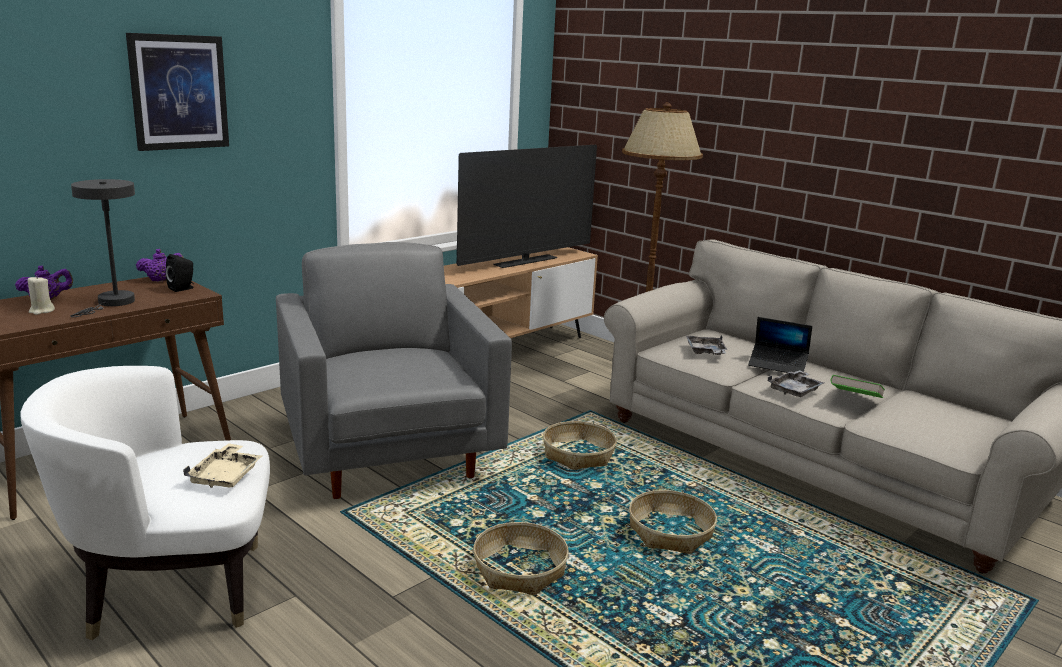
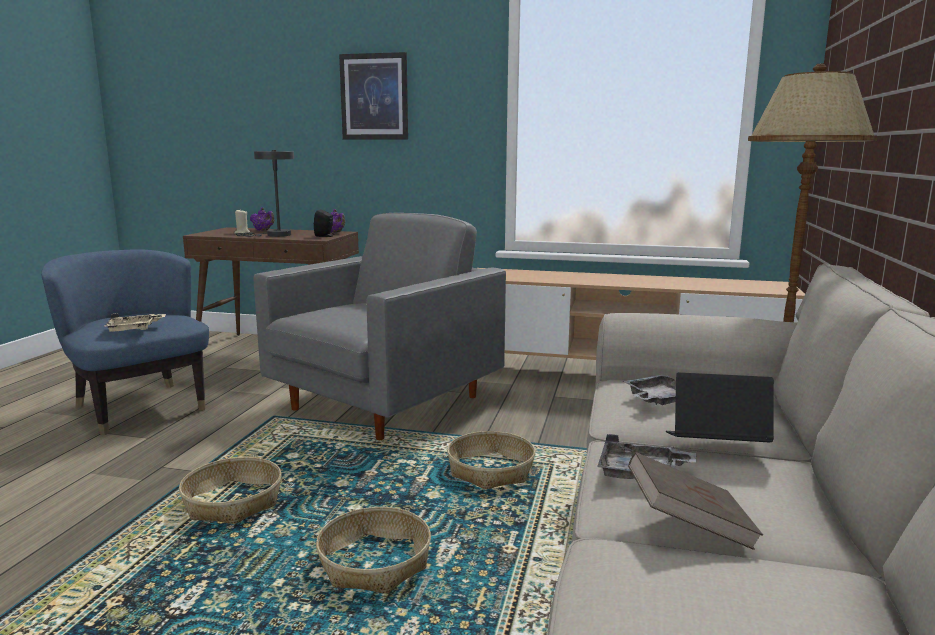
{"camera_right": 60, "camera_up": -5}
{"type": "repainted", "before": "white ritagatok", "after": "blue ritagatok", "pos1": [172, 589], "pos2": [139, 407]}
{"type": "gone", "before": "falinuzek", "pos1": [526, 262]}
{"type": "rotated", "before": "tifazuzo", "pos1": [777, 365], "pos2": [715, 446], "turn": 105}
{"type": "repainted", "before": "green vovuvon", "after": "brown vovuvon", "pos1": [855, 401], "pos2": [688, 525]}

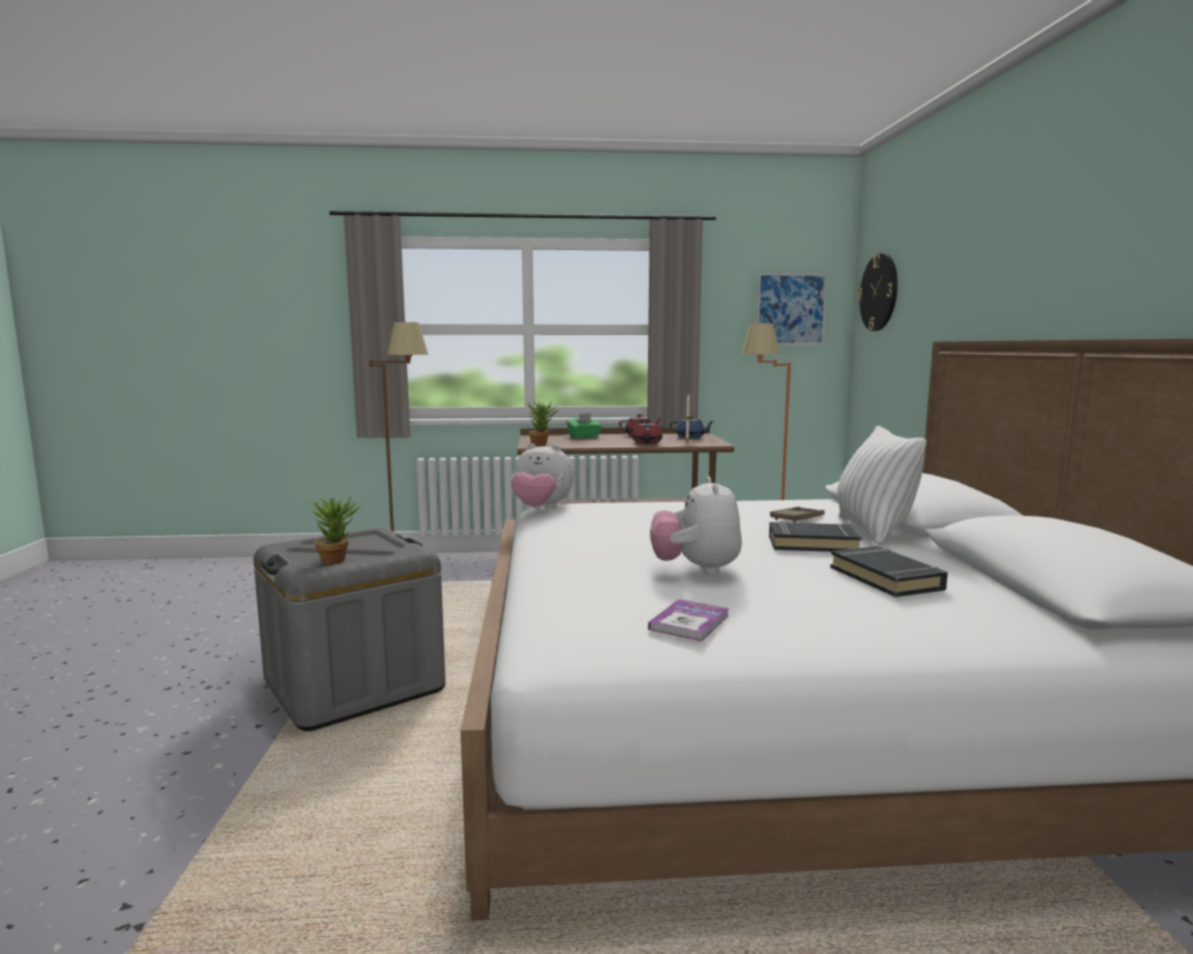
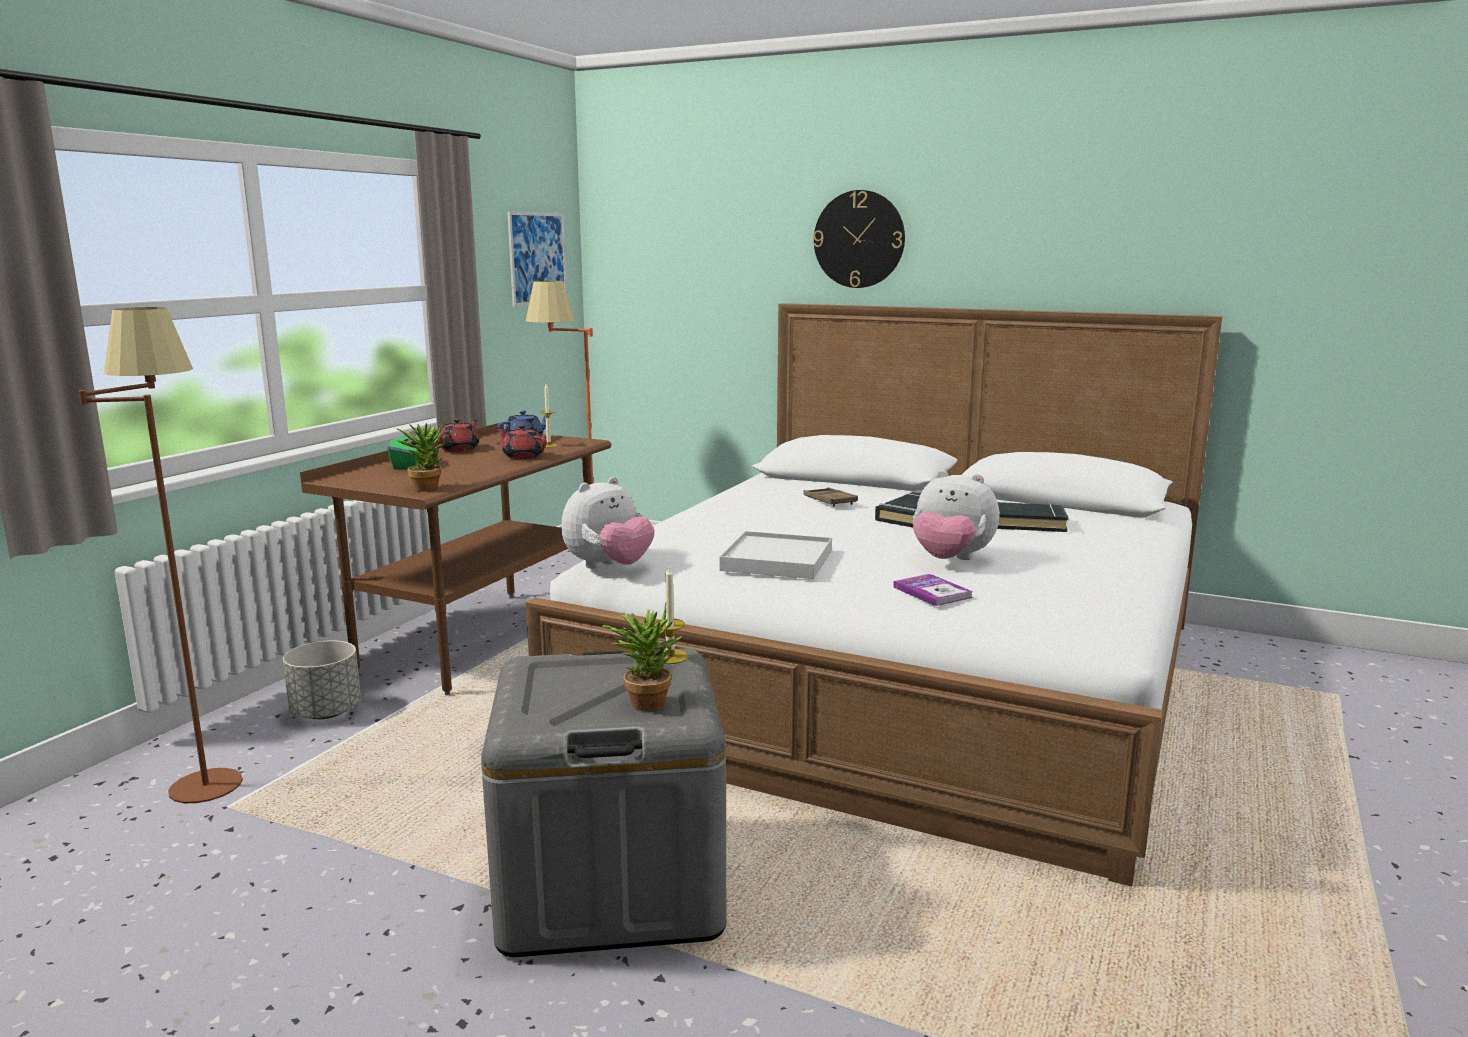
{"camera_right": -60, "camera_up": 5}
{"type": "shifted", "before": "vovuvon", "pos1": [689, 622], "pos2": [932, 592]}
{"type": "gone", "before": "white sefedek", "pos1": [873, 530]}
{"type": "shifted", "before": "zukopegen", "pos1": [879, 292], "pos2": [859, 239]}
{"type": "new", "after": "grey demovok", "pos2": [327, 712]}
{"type": "new", "after": "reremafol", "pos2": [670, 657]}
{"type": "new", "after": "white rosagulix", "pos2": [777, 561]}

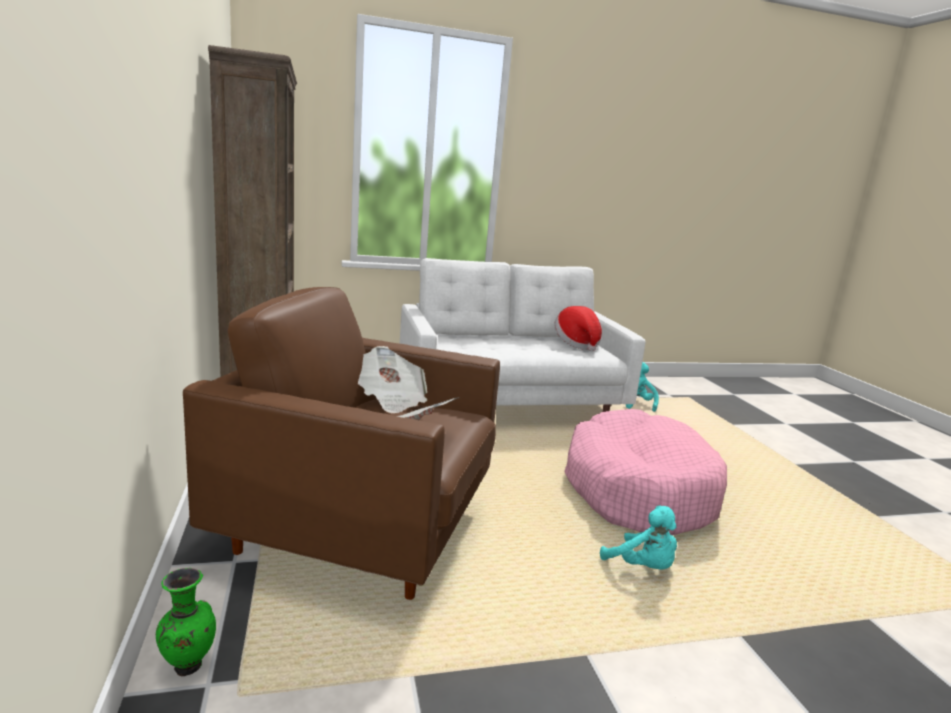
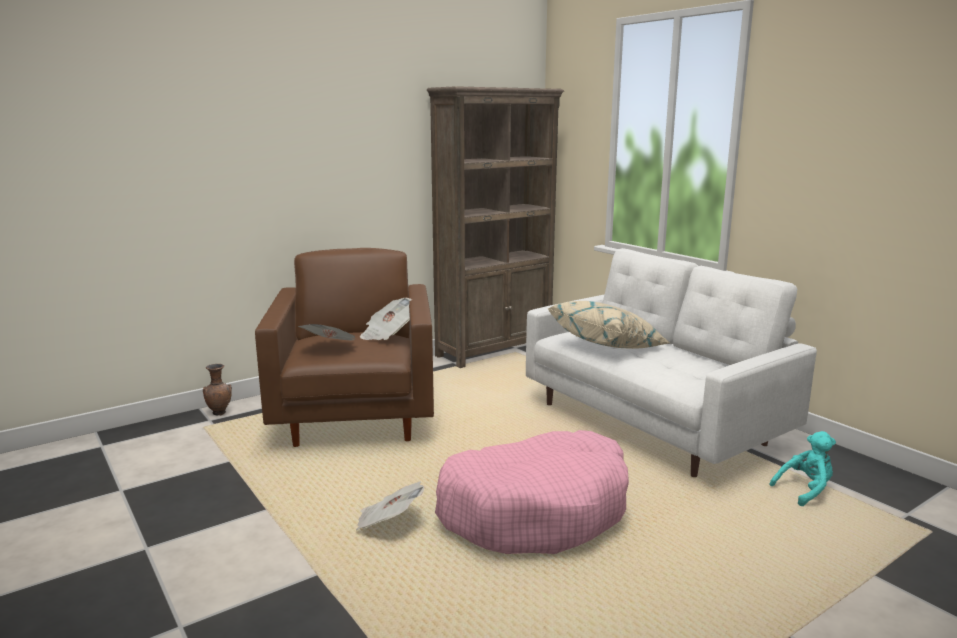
{"camera_right": 70, "camera_up": 0}
{"type": "repainted", "before": "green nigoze", "after": "brown nigoze", "pos1": [187, 665], "pos2": [220, 413]}
{"type": "gone", "before": "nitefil", "pos1": [576, 344]}
{"type": "swapped", "before": "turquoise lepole", "after": "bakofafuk", "pos1": [642, 567], "pos2": [388, 522]}
{"type": "new", "after": "beige sefedek", "pos2": [608, 346]}

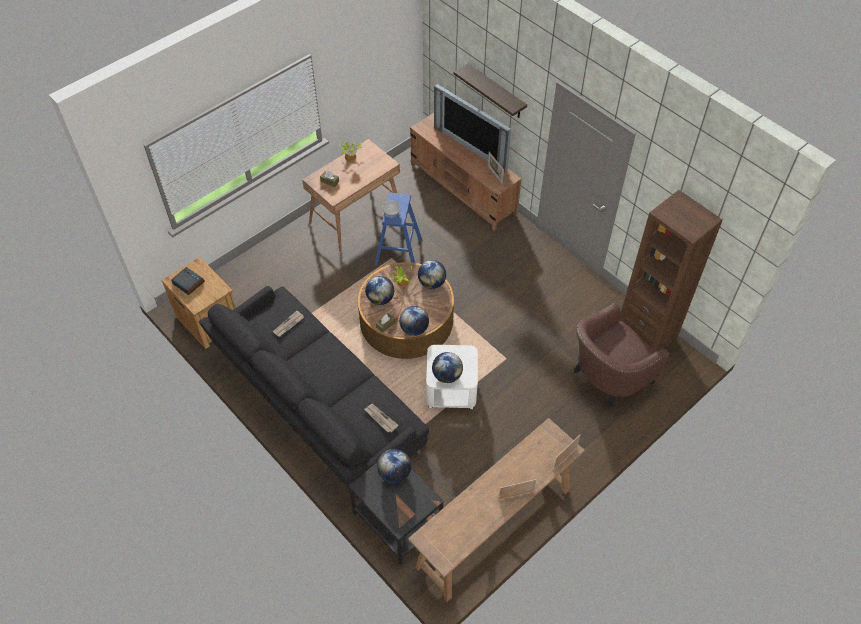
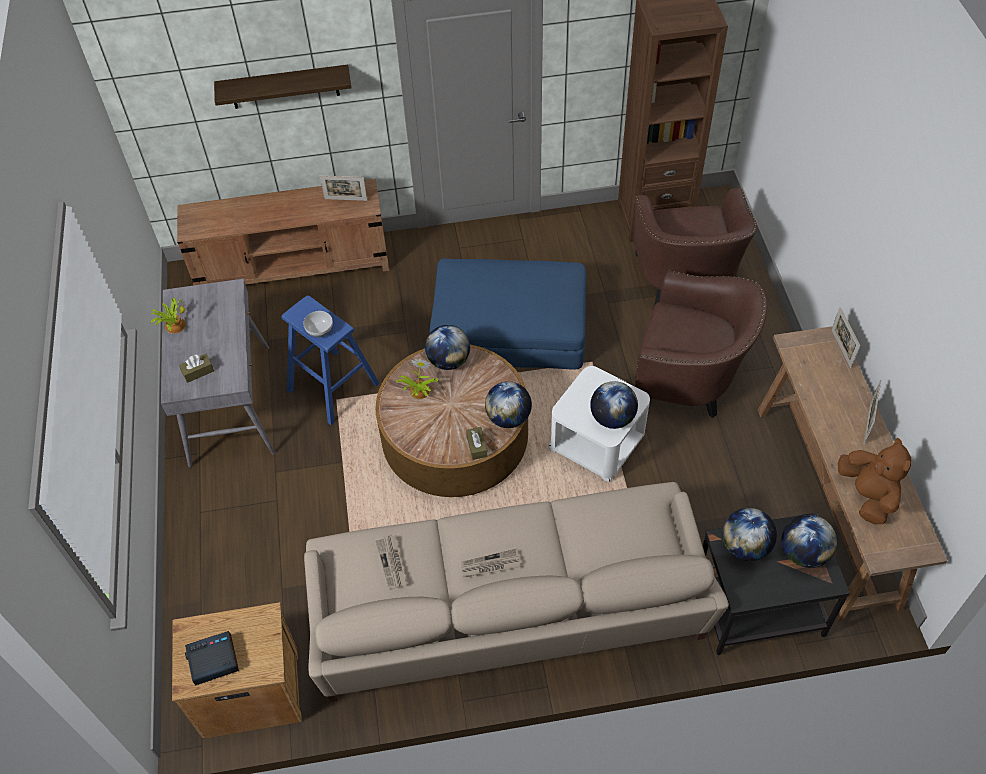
{"camera_right": -55, "camera_up": 0}
{"type": "repainted", "before": "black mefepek", "after": "beige mefepek", "pos1": [317, 402], "pos2": [508, 611]}
{"type": "repainted", "before": "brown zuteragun", "after": "grey zuteragun", "pos1": [356, 217], "pos2": [229, 404]}
{"type": "shifted", "before": "bakofafuk", "pos1": [380, 418], "pos2": [491, 565]}
{"type": "shifted", "before": "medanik", "pos1": [380, 299], "pos2": [803, 553]}
{"type": "gone", "before": "falinuzek", "pos1": [472, 146]}
{"type": "new", "after": "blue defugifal", "pos2": [509, 326]}
{"type": "new", "after": "brown ritagatok", "pos2": [690, 379]}
{"type": "new", "after": "brown lepole", "pos2": [867, 495]}

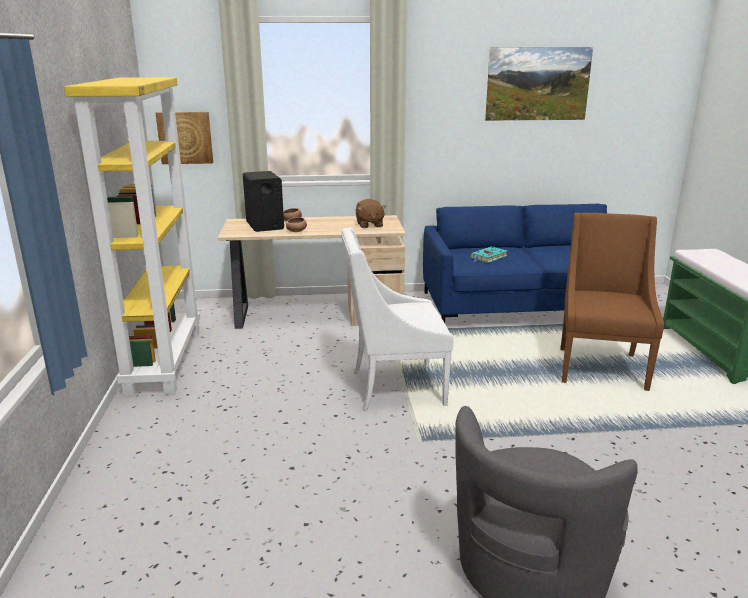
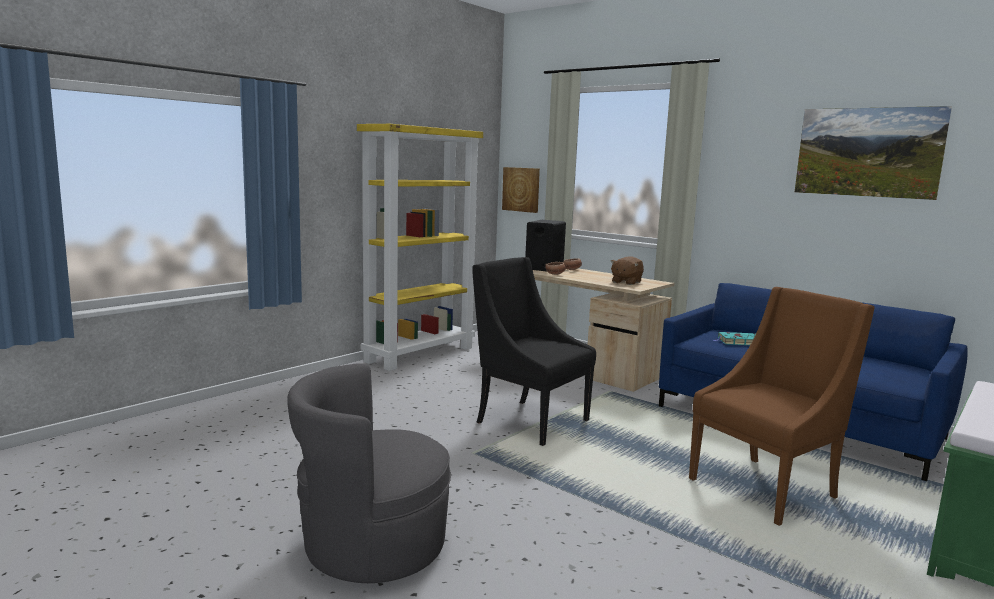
{"camera_right": 45, "camera_up": -10}
{"type": "repainted", "before": "white ritagatok", "after": "black ritagatok", "pos1": [394, 387], "pos2": [529, 420]}

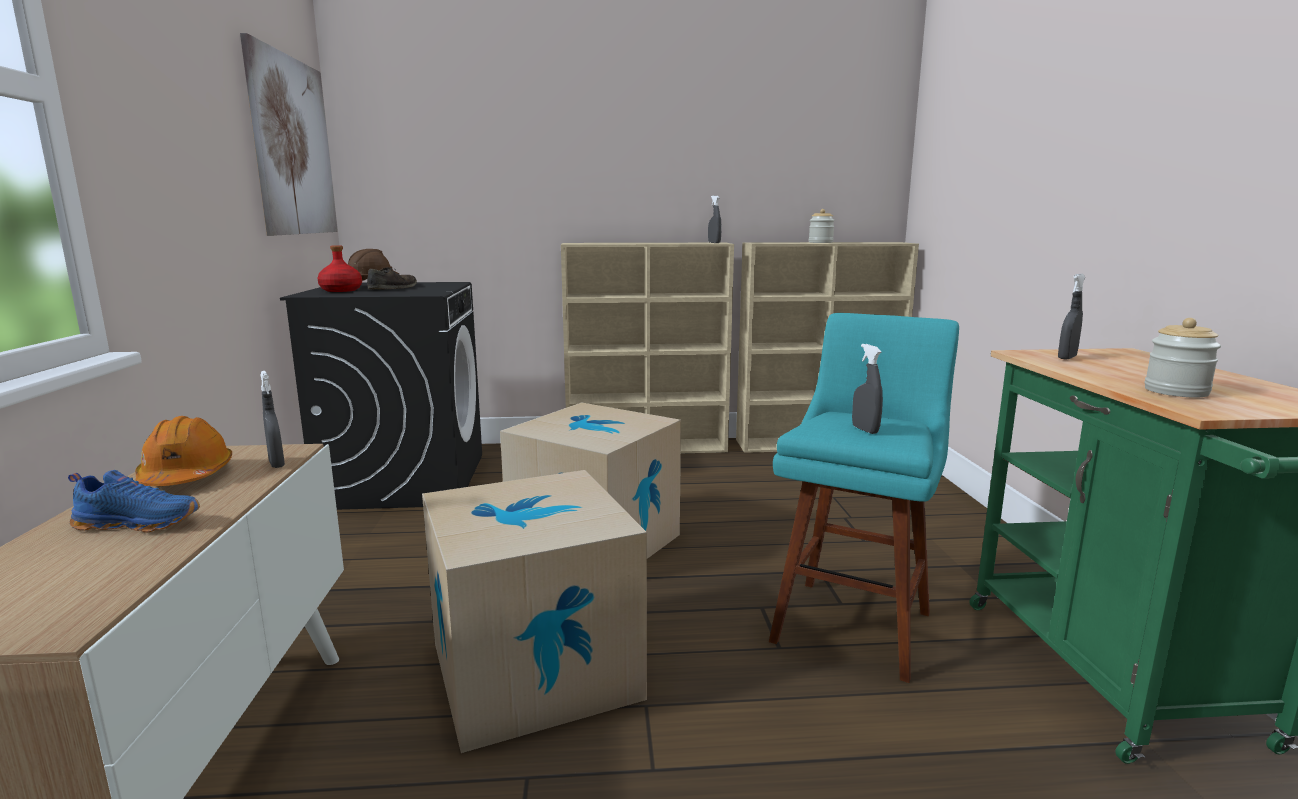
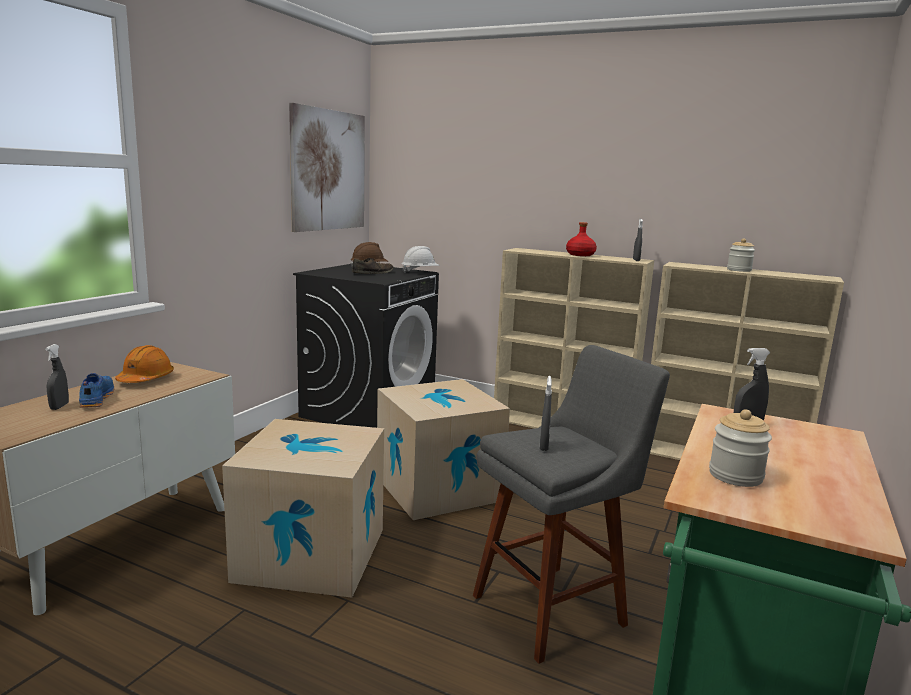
{"camera_right": 30, "camera_up": 0}
{"type": "rotated", "before": "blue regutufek", "pos1": [140, 523], "pos2": [95, 399], "turn": -135}
{"type": "shifted", "before": "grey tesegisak", "pos1": [276, 464], "pos2": [59, 406]}
{"type": "shifted", "before": "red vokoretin", "pos1": [341, 290], "pos2": [580, 255]}
{"type": "repainted", "before": "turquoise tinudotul", "after": "grey tinudotul", "pos1": [854, 622], "pos2": [555, 607]}
{"type": "new", "after": "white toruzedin", "pos2": [420, 272]}

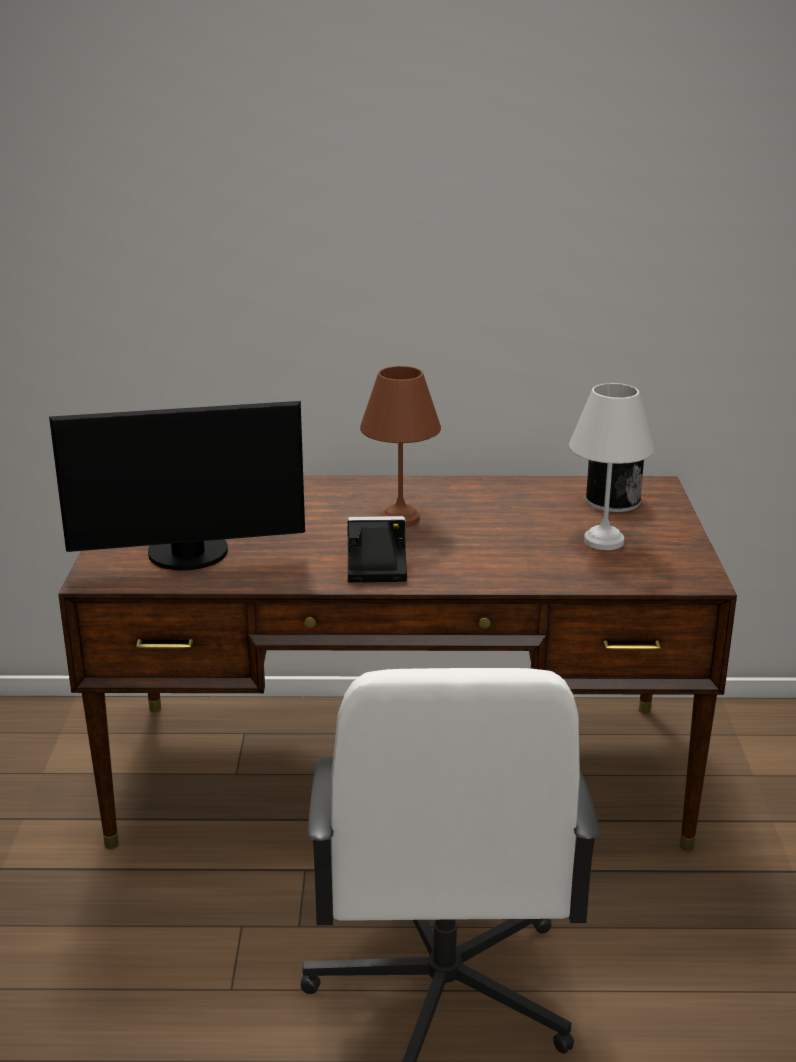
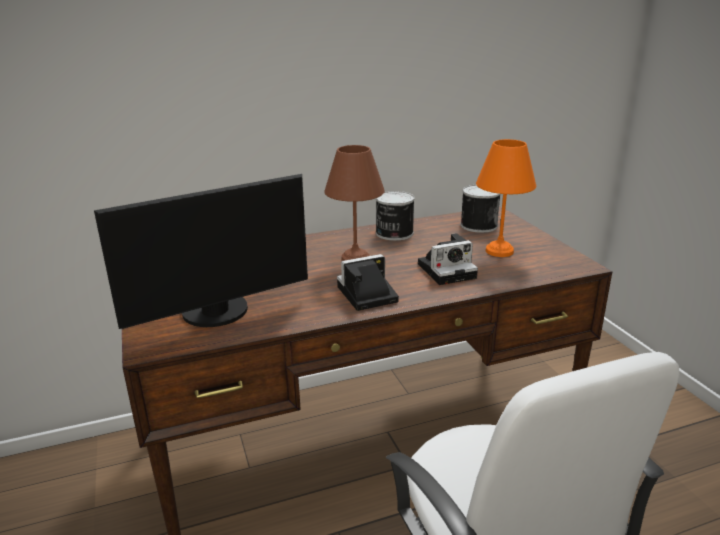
{"camera_right": -20, "camera_up": 0}
{"type": "repainted", "before": "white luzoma", "after": "orange luzoma", "pos1": [603, 540], "pos2": [498, 251]}
{"type": "new", "after": "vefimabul", "pos2": [393, 233]}
{"type": "new", "after": "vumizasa", "pos2": [448, 270]}

